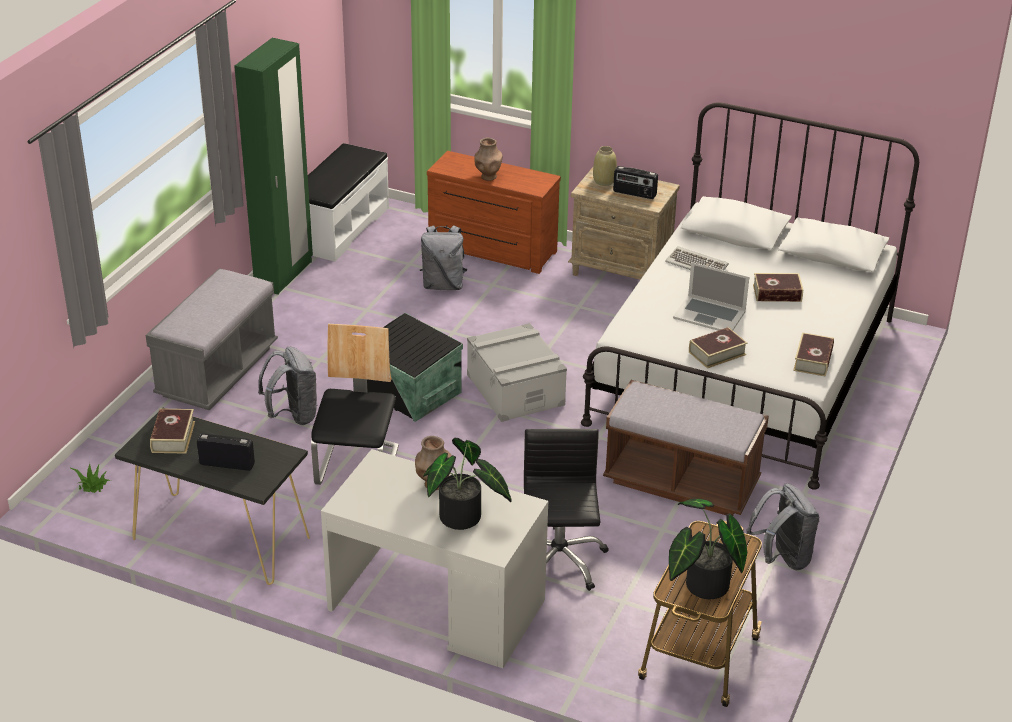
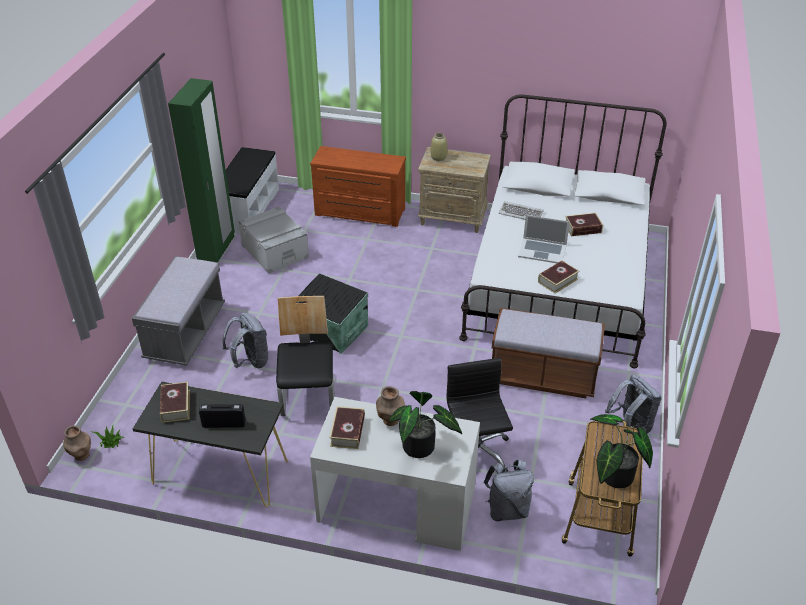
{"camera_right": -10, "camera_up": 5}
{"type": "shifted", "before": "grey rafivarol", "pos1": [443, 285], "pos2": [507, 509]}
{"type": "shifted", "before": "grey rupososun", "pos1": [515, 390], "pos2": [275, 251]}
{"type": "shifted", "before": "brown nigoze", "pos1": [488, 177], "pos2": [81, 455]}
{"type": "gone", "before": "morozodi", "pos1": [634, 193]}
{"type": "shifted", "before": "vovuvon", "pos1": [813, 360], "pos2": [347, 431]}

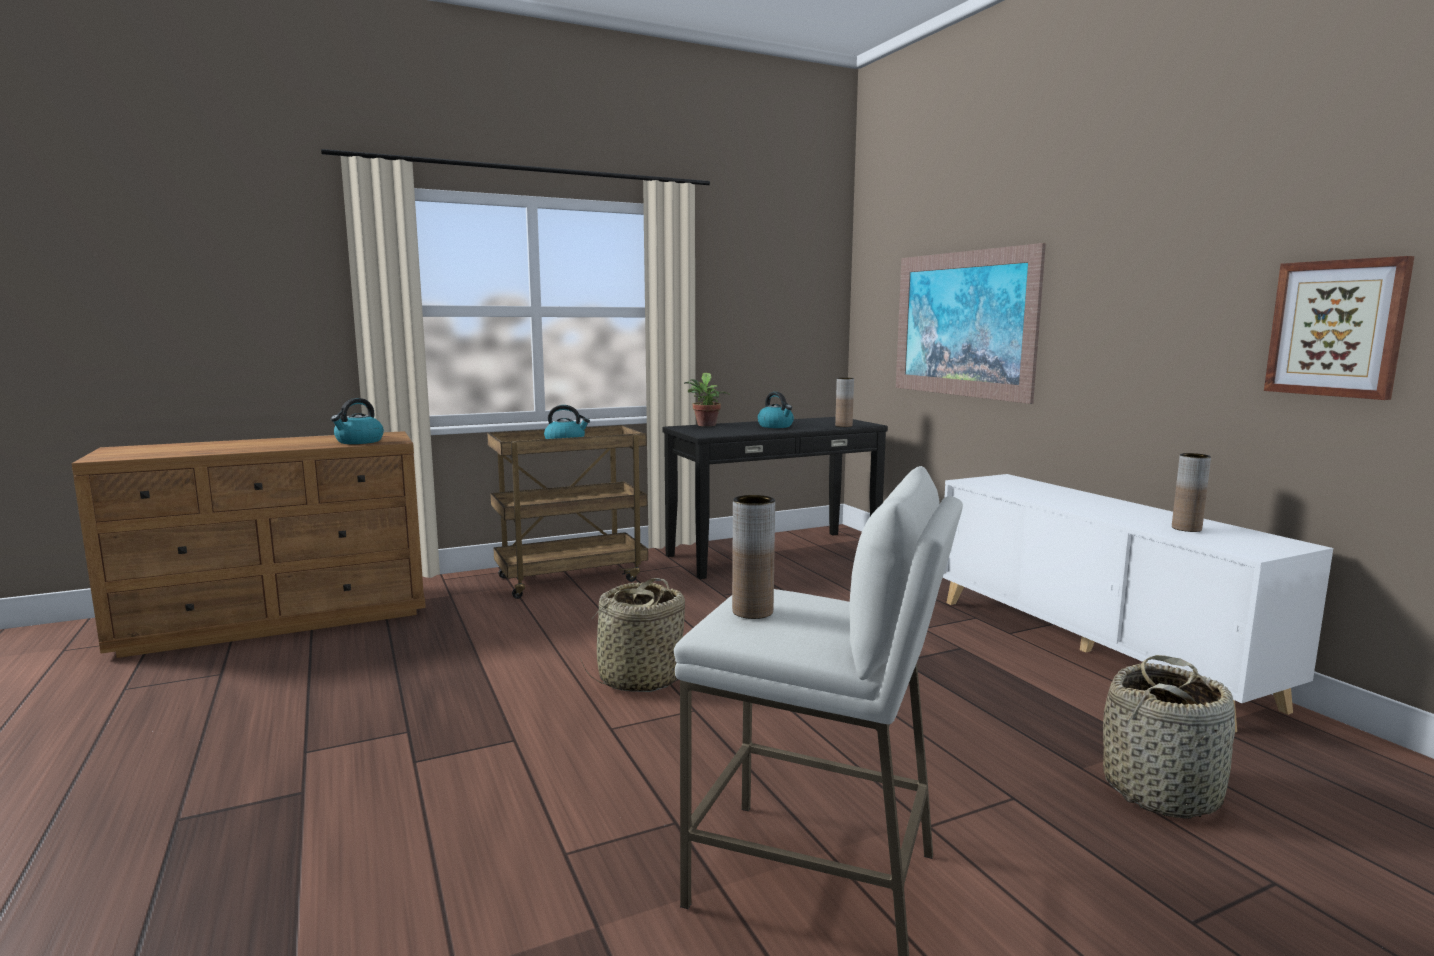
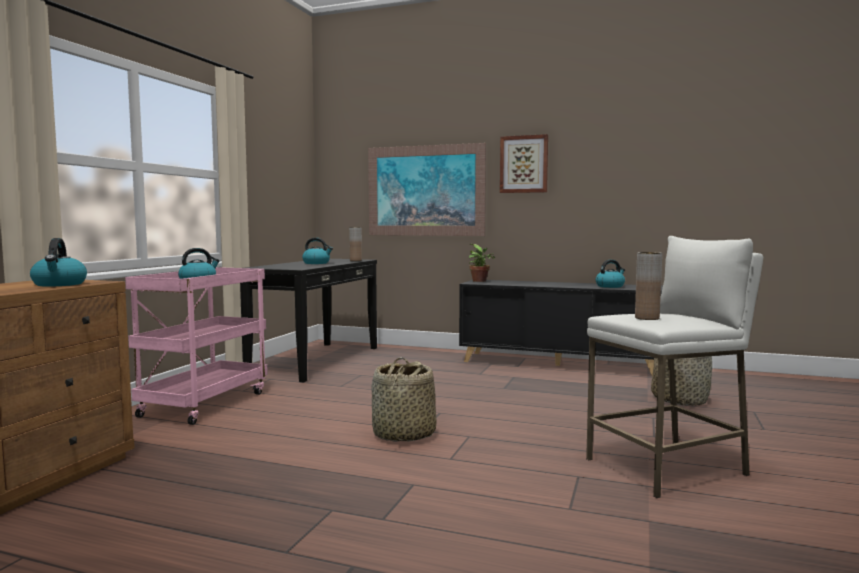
{"camera_right": -45, "camera_up": -5}
{"type": "repainted", "before": "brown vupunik", "after": "pink vupunik", "pos1": [572, 578], "pos2": [205, 403]}
{"type": "shifted", "before": "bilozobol", "pos1": [706, 425], "pos2": [480, 281]}
{"type": "repainted", "before": "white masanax", "after": "black masanax", "pos1": [1092, 649], "pos2": [559, 364]}
{"type": "swapped", "before": "brown nigoze", "after": "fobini", "pos1": [1186, 528], "pos2": [610, 286]}
{"type": "shifted", "before": "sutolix", "pos1": [1336, 328], "pos2": [524, 164]}

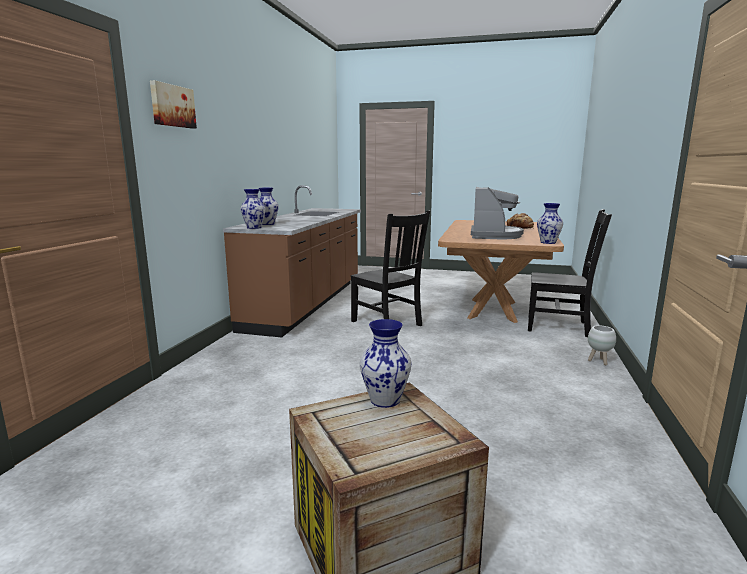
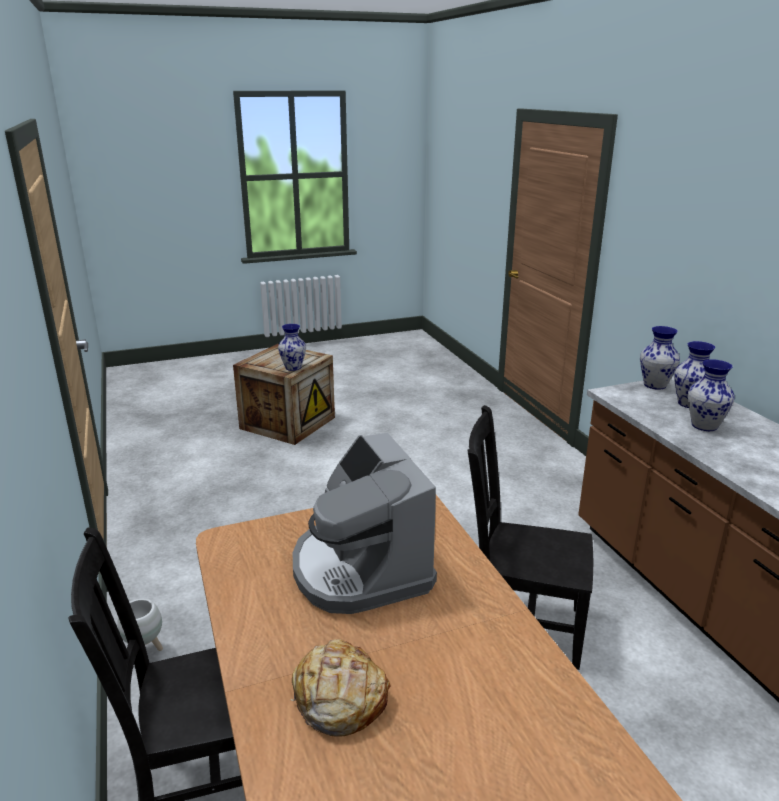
{"camera_right": 145, "camera_up": 10}
{"type": "gone", "before": "sutolix", "pos1": [172, 106]}
{"type": "shifted", "before": "nigoze", "pos1": [548, 242], "pos2": [703, 425]}

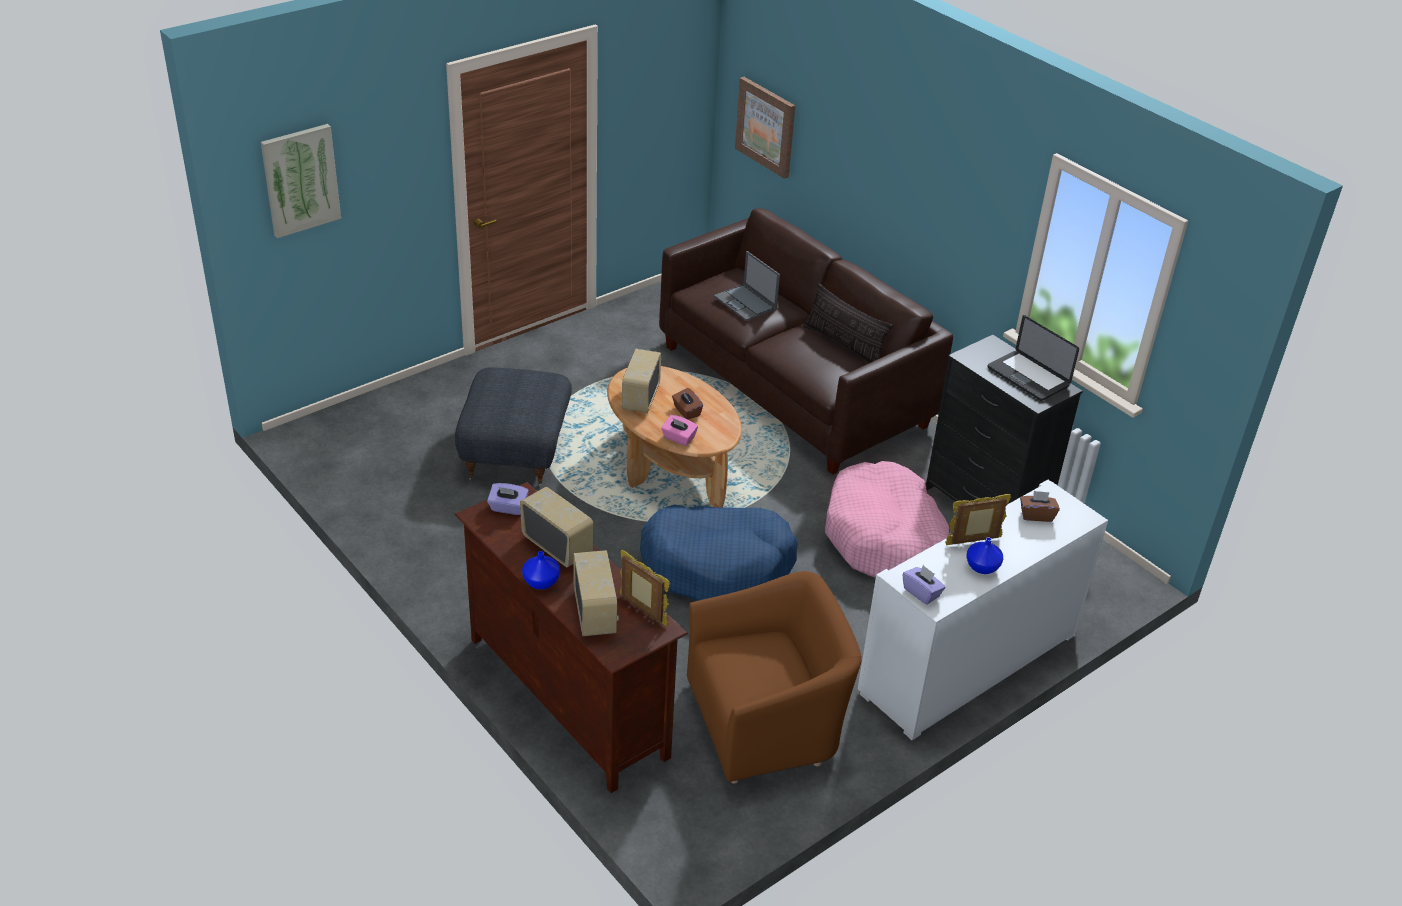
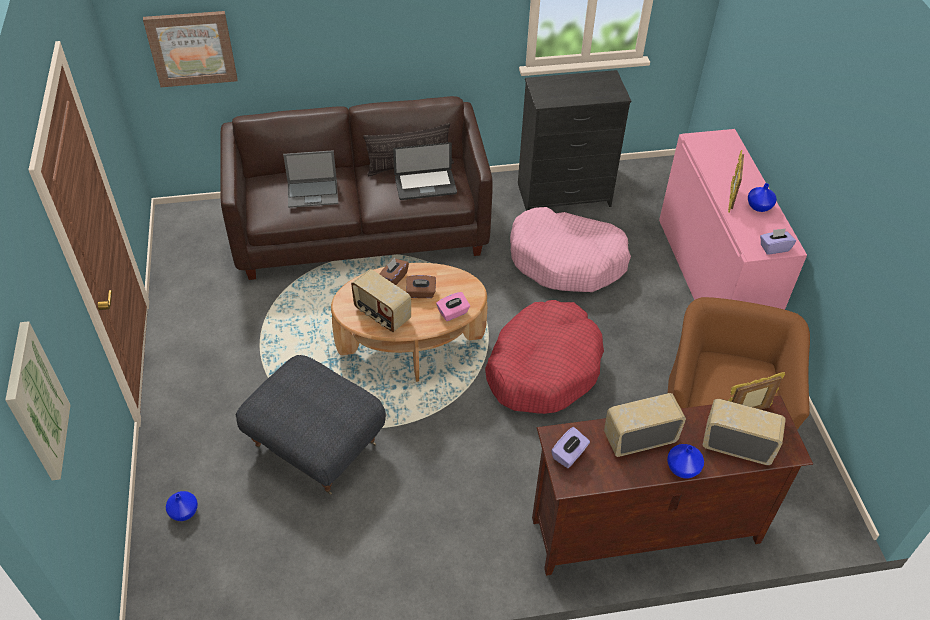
{"camera_right": -60, "camera_up": 10}
{"type": "repainted", "before": "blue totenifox", "after": "red totenifox", "pos1": [718, 565], "pos2": [543, 367]}
{"type": "repainted", "before": "white masanax", "after": "pink masanax", "pos1": [968, 663], "pos2": [711, 279]}
{"type": "shifted", "before": "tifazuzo", "pos1": [1028, 377], "pos2": [425, 186]}
{"type": "shifted", "before": "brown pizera", "pos1": [1036, 515], "pos2": [394, 278]}
{"type": "new", "after": "blue nigoze", "pos2": [183, 512]}

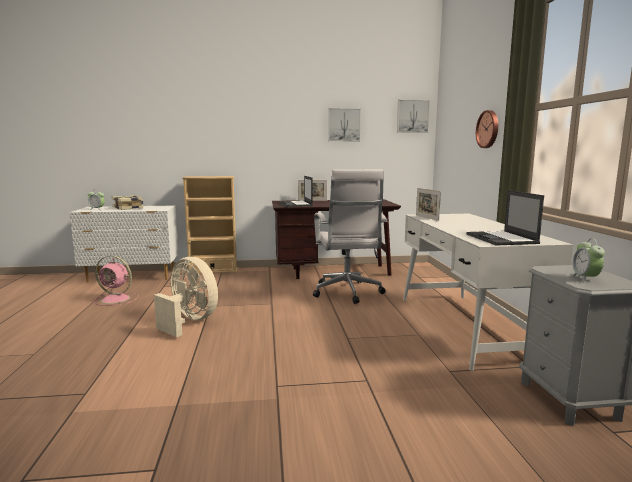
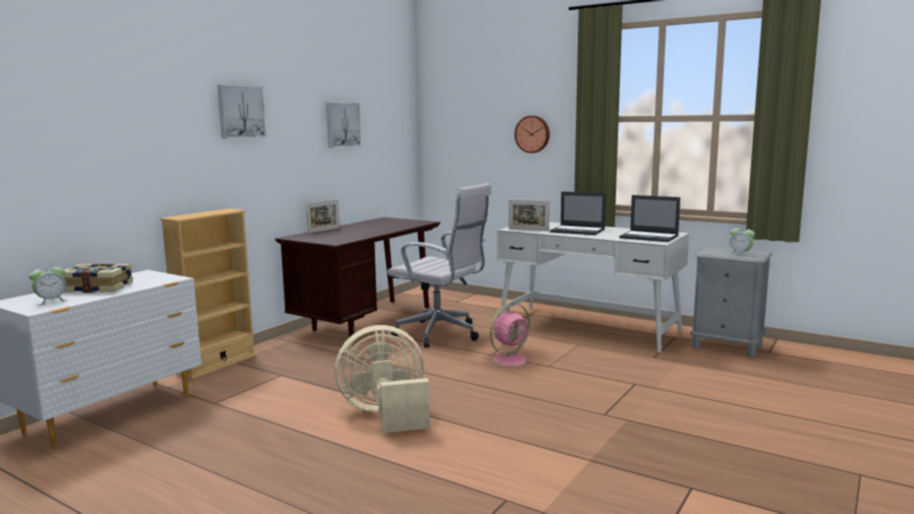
{"camera_right": -50, "camera_up": 0}
{"type": "shifted", "before": "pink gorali", "pos1": [117, 299], "pos2": [511, 360]}
{"type": "shifted", "before": "tifazuzo", "pos1": [296, 204], "pos2": [578, 231]}
{"type": "shifted", "before": "sutolix", "pos1": [412, 116], "pos2": [240, 112]}

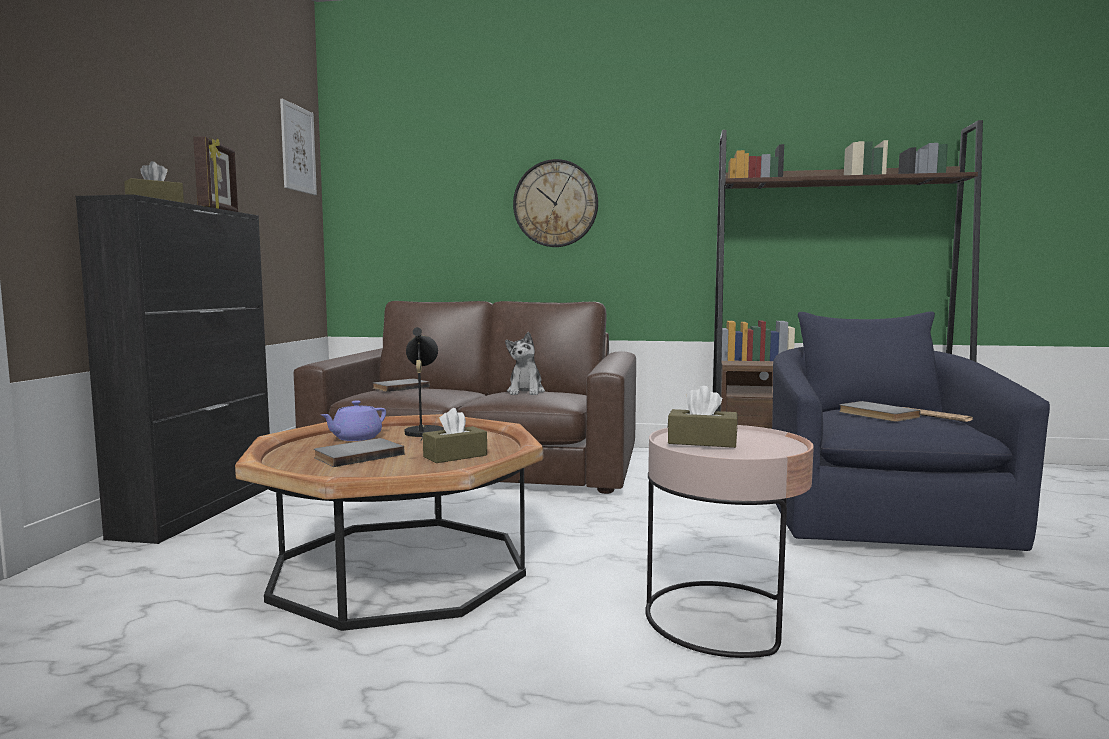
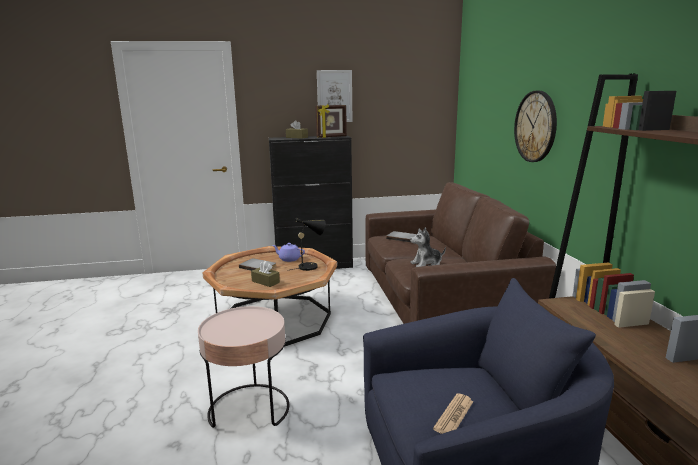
{"camera_right": 70, "camera_up": 10}
{"type": "shifted", "before": "sutolix", "pos1": [298, 149], "pos2": [334, 96]}
{"type": "gone", "before": "brown pizera", "pos1": [702, 442]}
{"type": "gone", "before": "grey vovuvon", "pos1": [876, 414]}

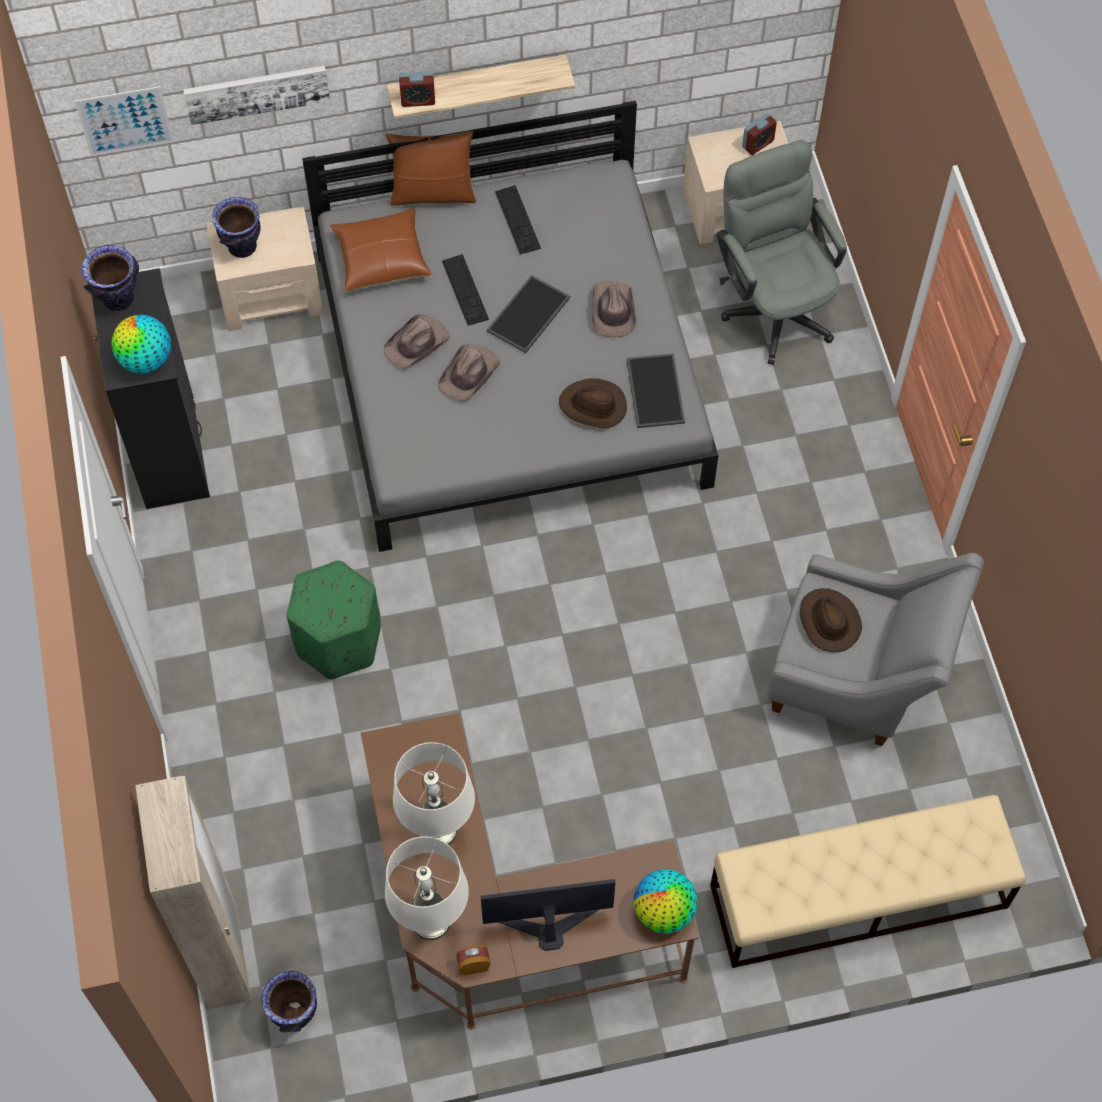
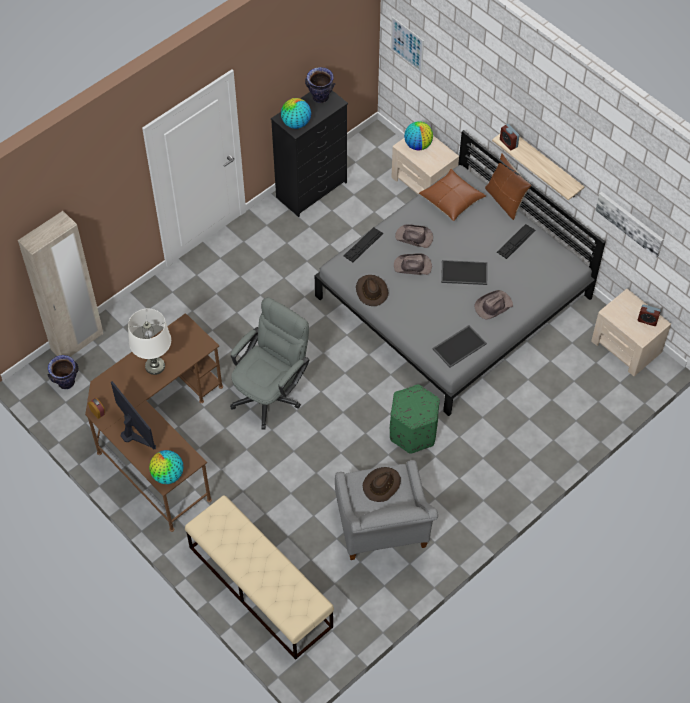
{"camera_right": 60, "camera_up": -5}
{"type": "shifted", "before": "sutolix", "pos1": [257, 92], "pos2": [630, 223]}
{"type": "swapped", "before": "nigoze", "after": "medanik", "pos1": [242, 247], "pos2": [418, 145]}
{"type": "shifted", "before": "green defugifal", "pos1": [338, 641], "pos2": [413, 432]}
{"type": "gone", "before": "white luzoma", "pos1": [431, 921]}
{"type": "shifted", "before": "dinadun", "pos1": [465, 290], "pos2": [363, 244]}
{"type": "shifted", "before": "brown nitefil", "pos1": [593, 406], "pos2": [371, 291]}
{"type": "shifted", "before": "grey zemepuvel", "pos1": [773, 305], "pos2": [271, 392]}

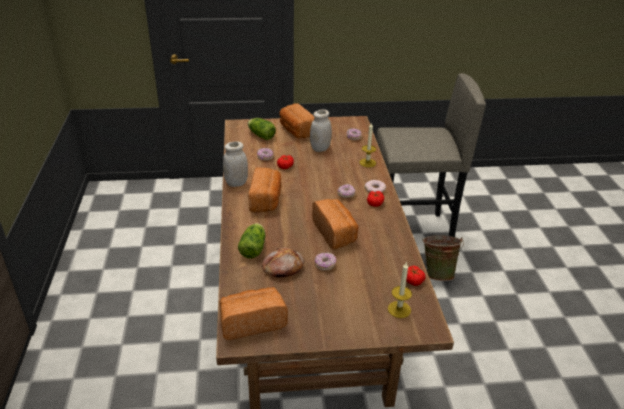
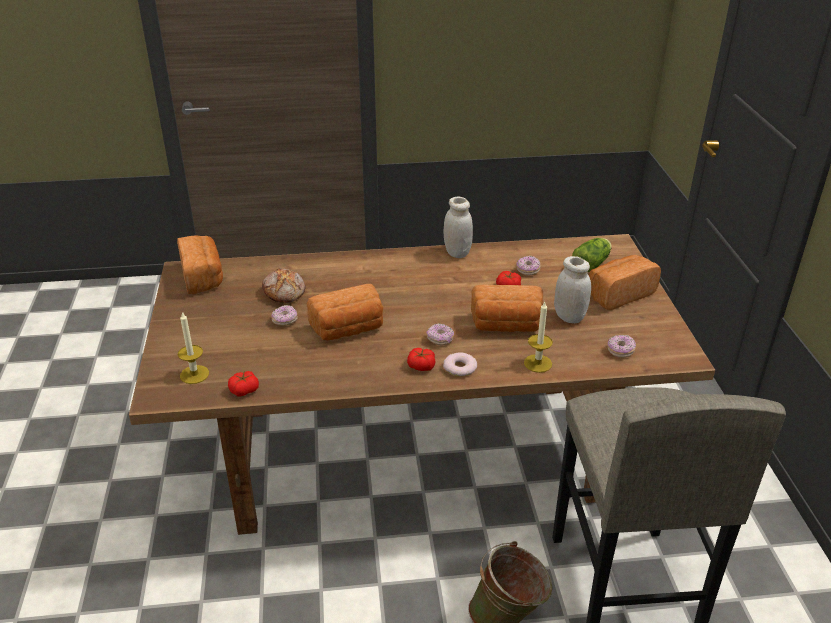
{"camera_right": 90, "camera_up": 0}
{"type": "gone", "before": "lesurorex", "pos1": [253, 247]}
{"type": "shifted", "before": "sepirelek", "pos1": [266, 200], "pos2": [506, 325]}

